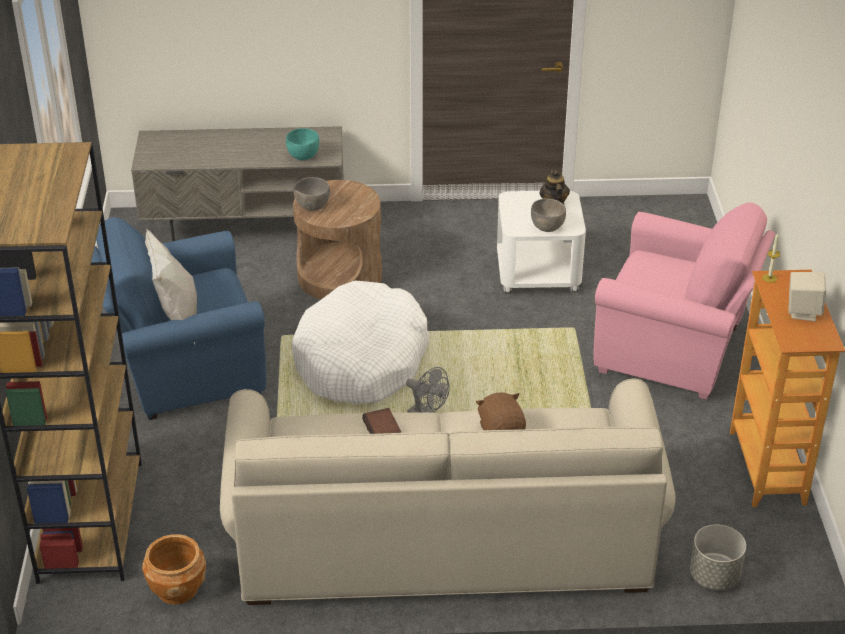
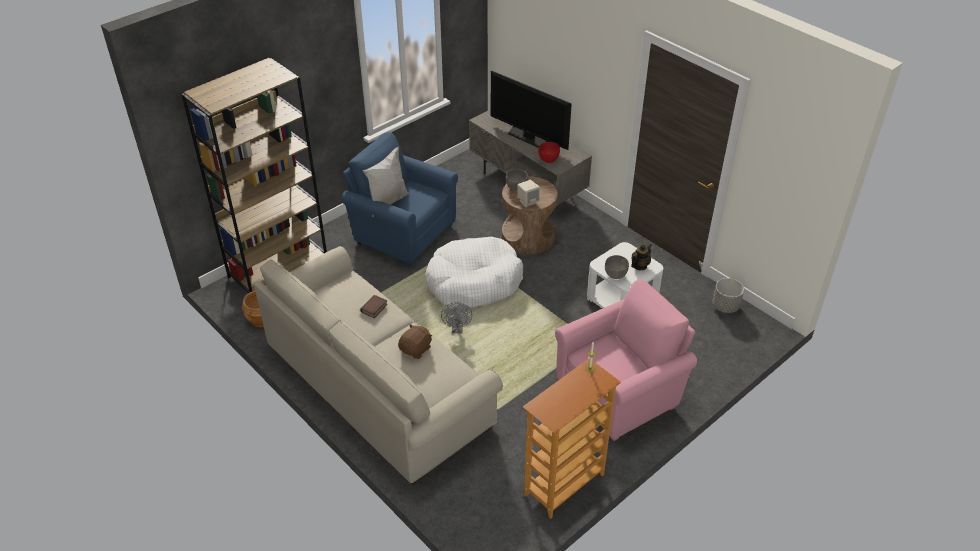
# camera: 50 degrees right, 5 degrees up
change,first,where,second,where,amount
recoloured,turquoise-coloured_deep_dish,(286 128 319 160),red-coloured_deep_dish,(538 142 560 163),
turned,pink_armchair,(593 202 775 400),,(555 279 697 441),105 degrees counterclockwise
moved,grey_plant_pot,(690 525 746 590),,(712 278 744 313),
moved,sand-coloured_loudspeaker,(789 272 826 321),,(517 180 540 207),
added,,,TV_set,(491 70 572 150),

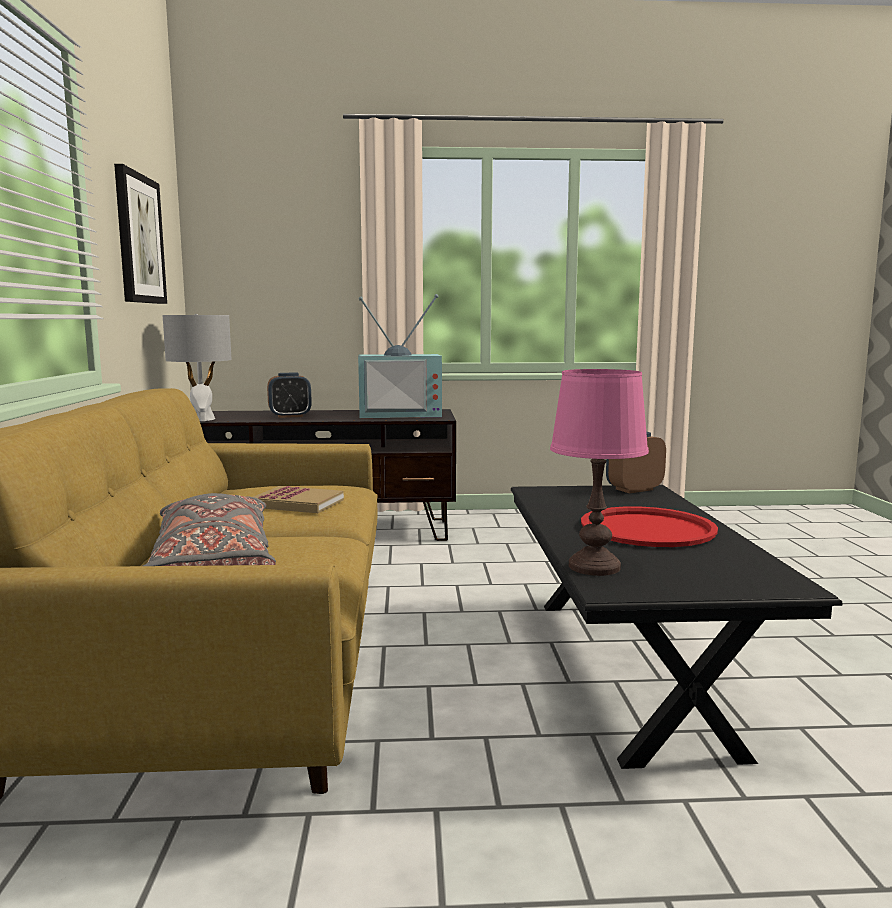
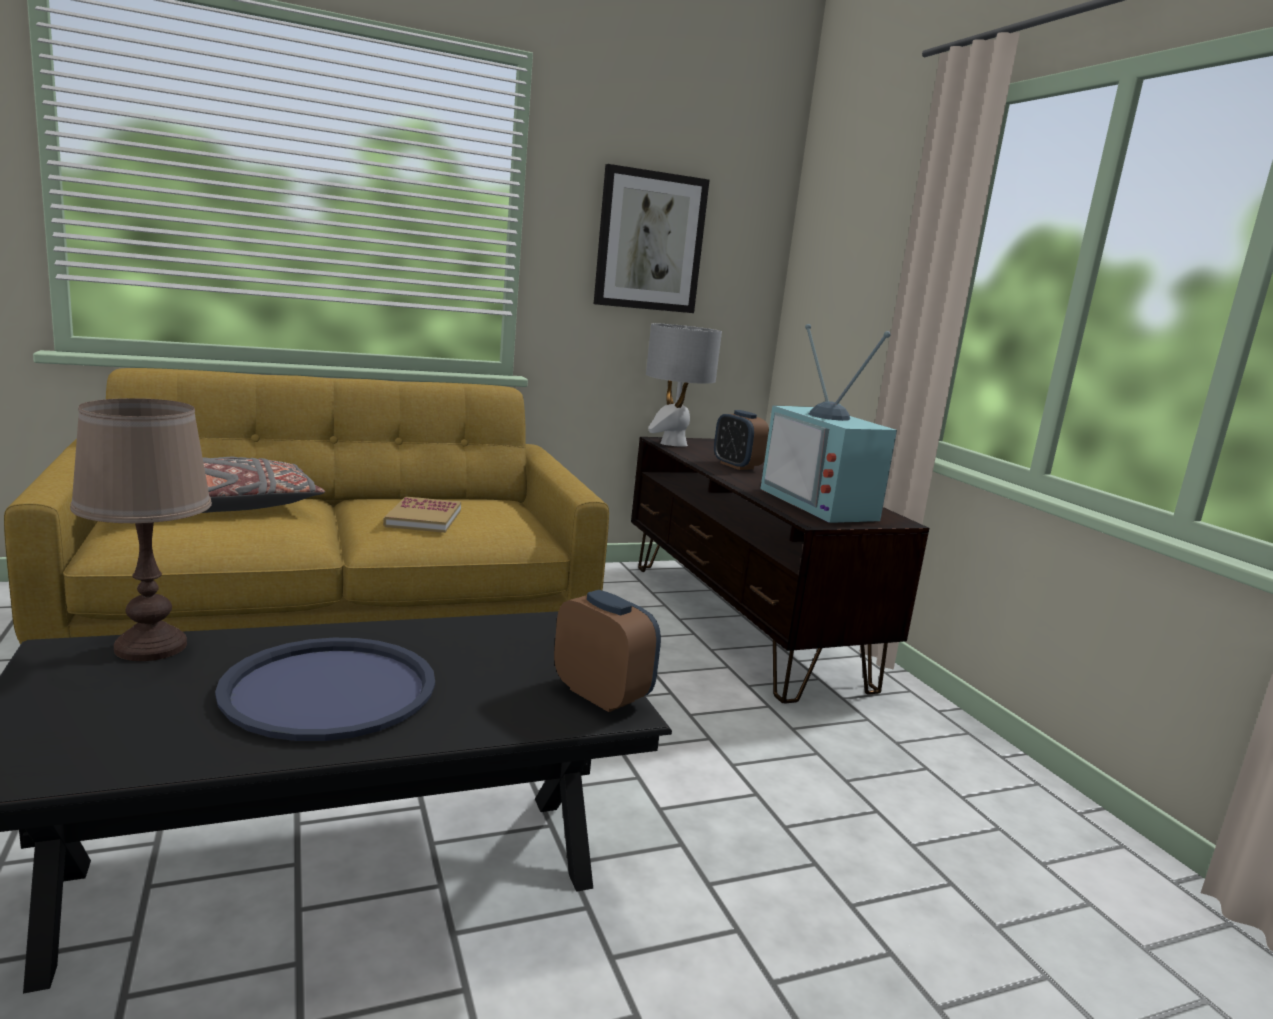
# camera: 70 degrees right, 5 degrees up
change,first,where,second,where,amount
recoloured,pink_lamp_for_a_table,(550 369 649 576),brown-coloured_lamp_for_a_table,(70 398 212 661),
recoloured,red-coloured_serving_tray,(581 506 718 547),bluish_serving_tray,(215 638 435 741),

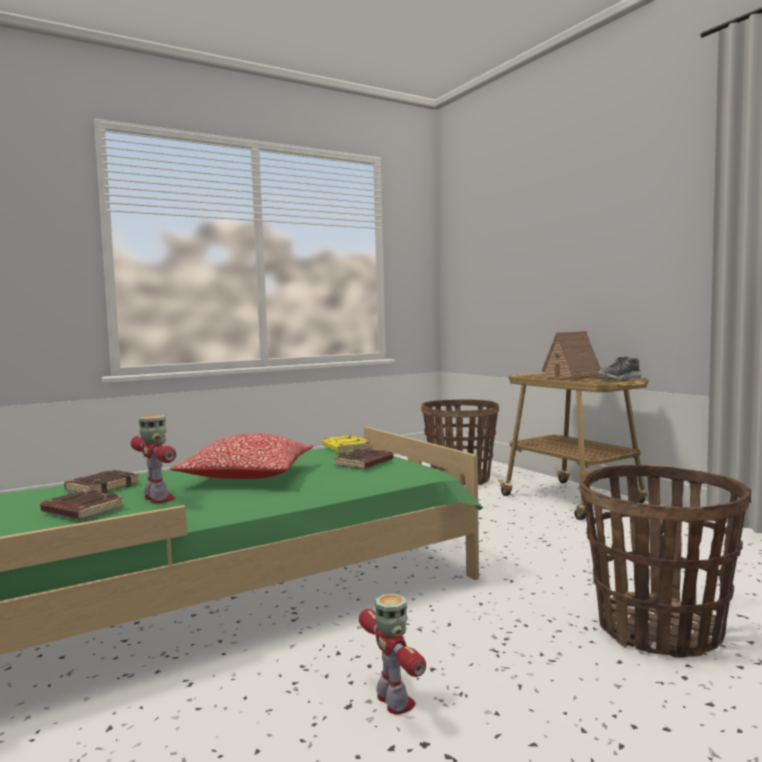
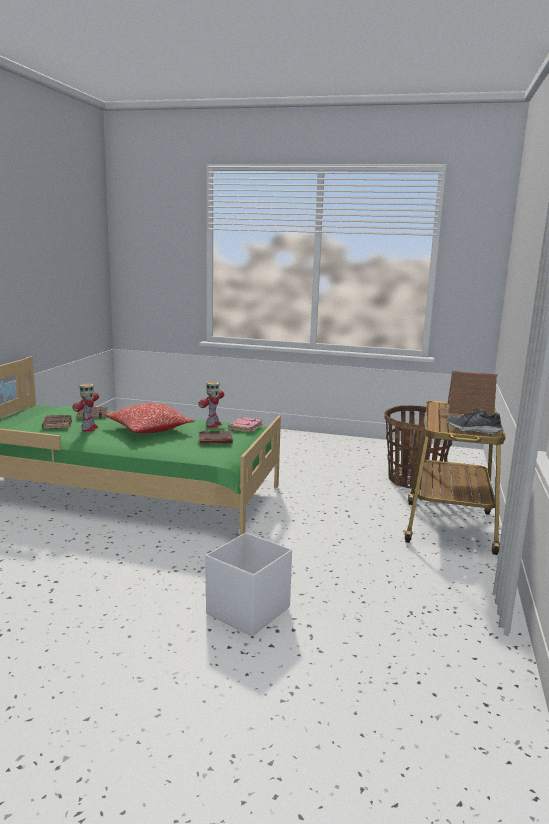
# camera: 45 degrees right, 10 degrees up
change,first,where,second,where,amount
recoloured,yellow-coloured_book,(322 435 370 453),pink_book,(228 417 262 432),
moved,robot_figure,(359 594 426 714),,(198 382 224 428),
replaced,basket,(579 465 752 658),white_storage_bin,(206 532 292 636),

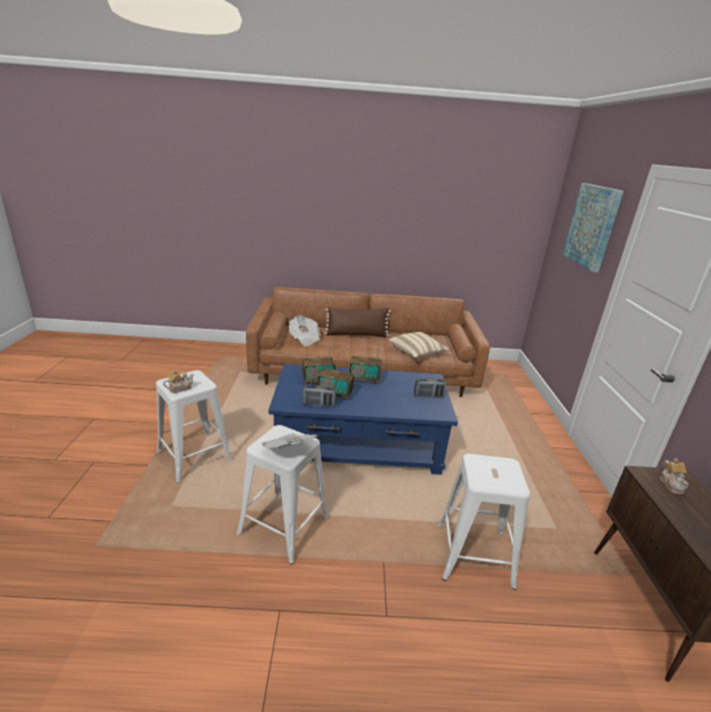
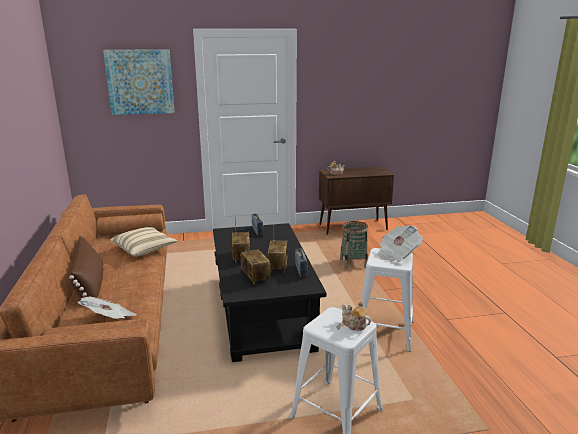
# camera: 100 degrees left, 5 degrees down
change,first,where,second,where,amount
recoloured,bluish_coffee_table,(268 364 458 475),blackish_coffee_table,(213 223 326 362),
replaced,white_stool_seat,(438 454 530 590),basket,(340 221 369 269),

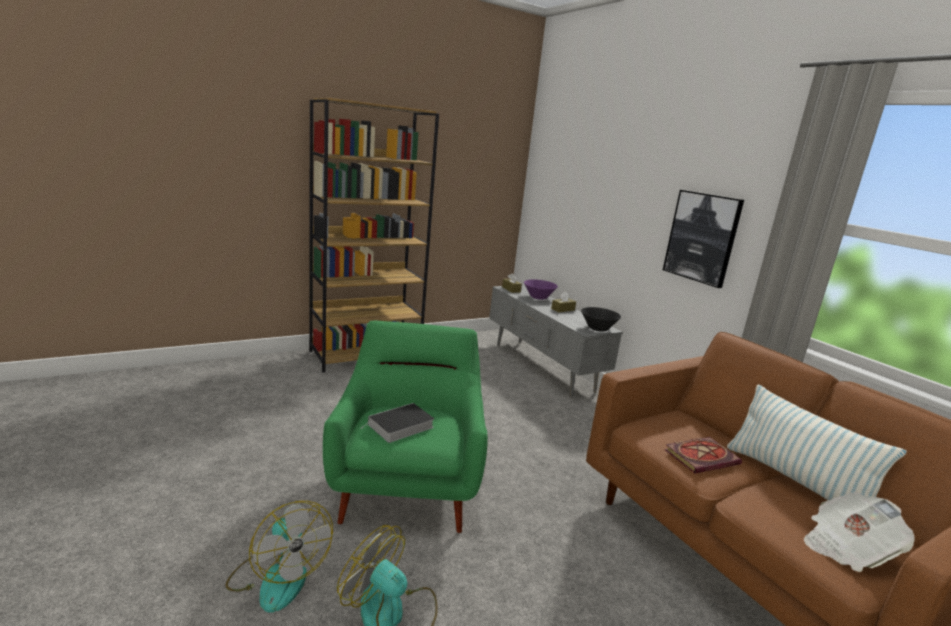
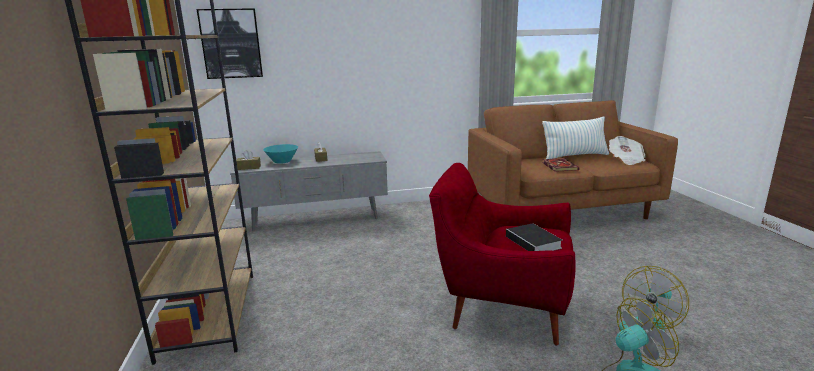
# camera: 70 degrees left, 0 degrees up
change,first,where,second,where,amount
recoloured,green-coloured_armchair,(323 321 488 533),red-coloured_armchair,(429 163 576 346),
recoloured,purple_deep_dish,(524 280 558 300),turquoise-coloured_deep_dish,(263 144 298 164),
removed,blackish_deep_dish,(581 307 621 332),,,
moved,wall_picture,(663 190 744 288),,(197 8 263 79),

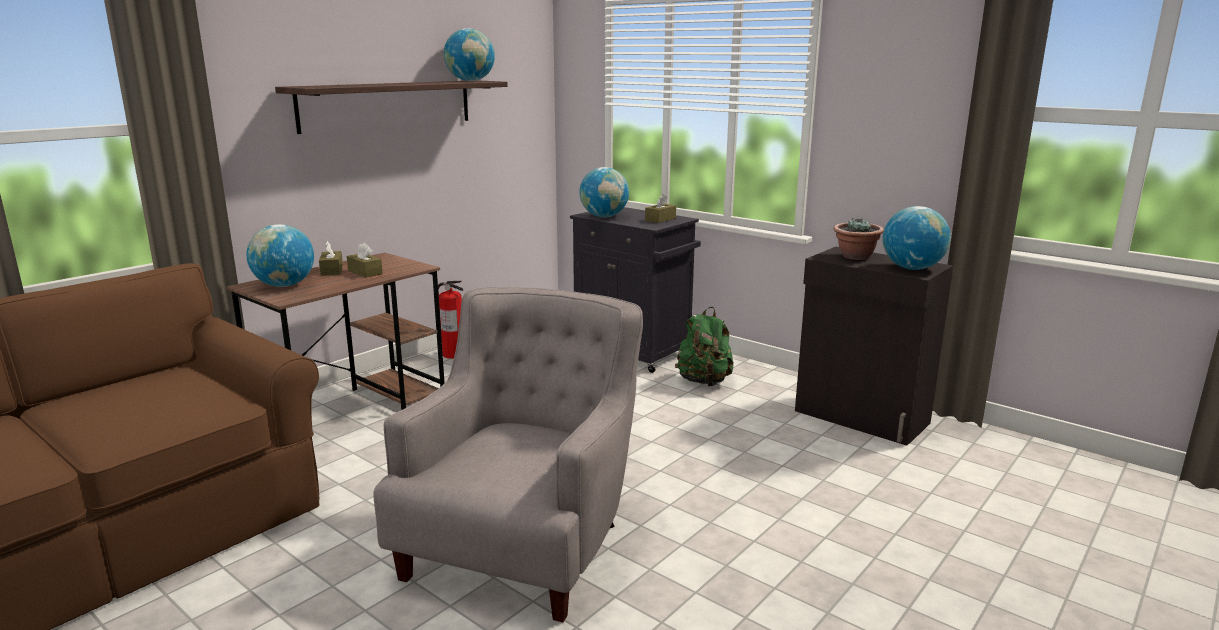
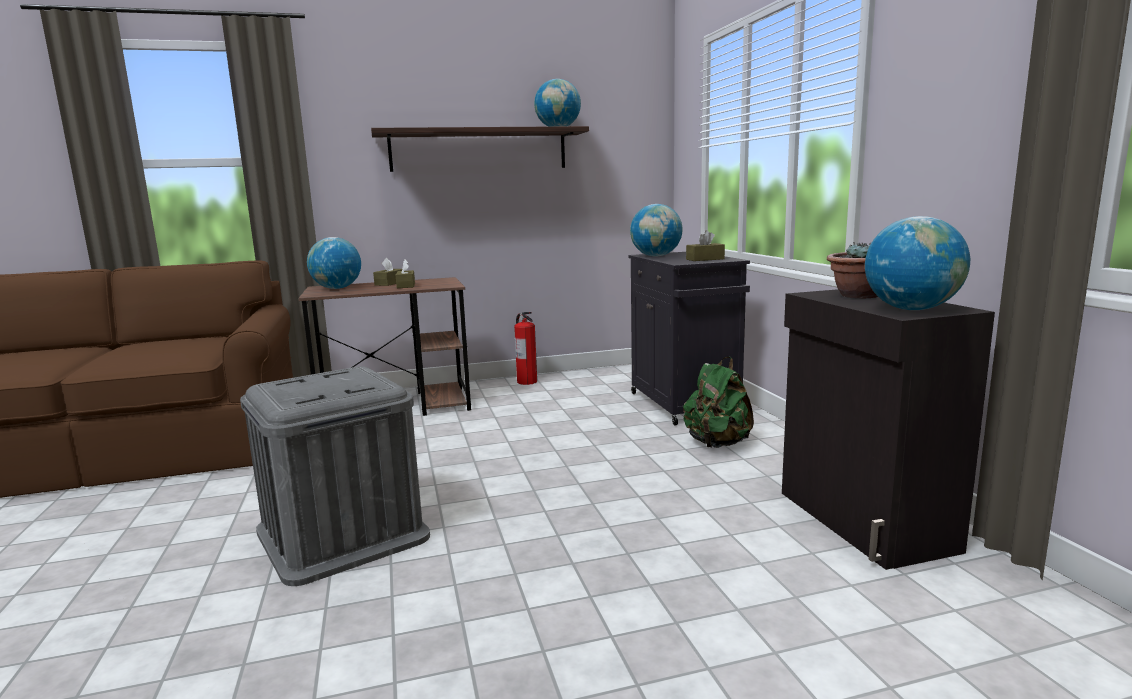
# camera: 35 degrees right, 5 degrees down
change,first,where,second,where,amount
replaced,grey_armchair,(373 287 643 622),grey_storage_bin,(240 366 430 586),

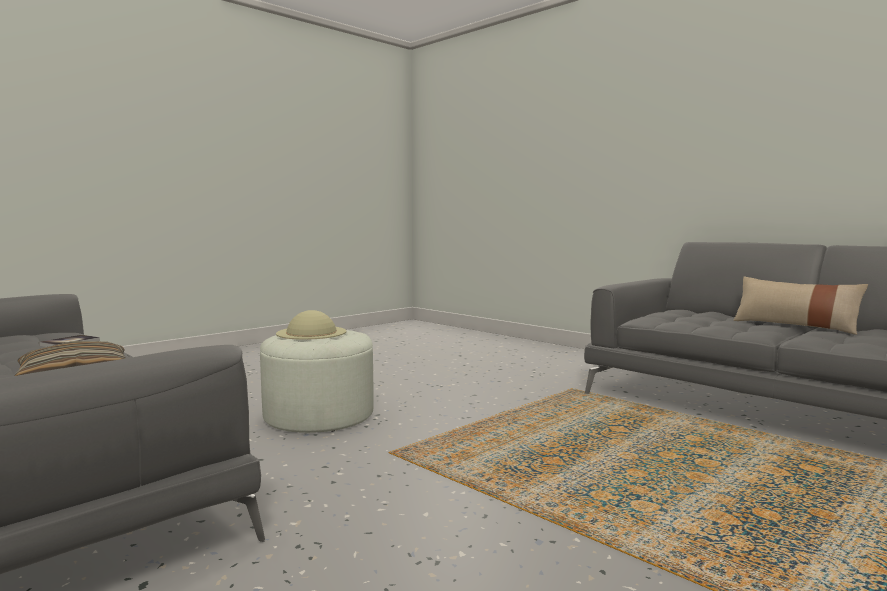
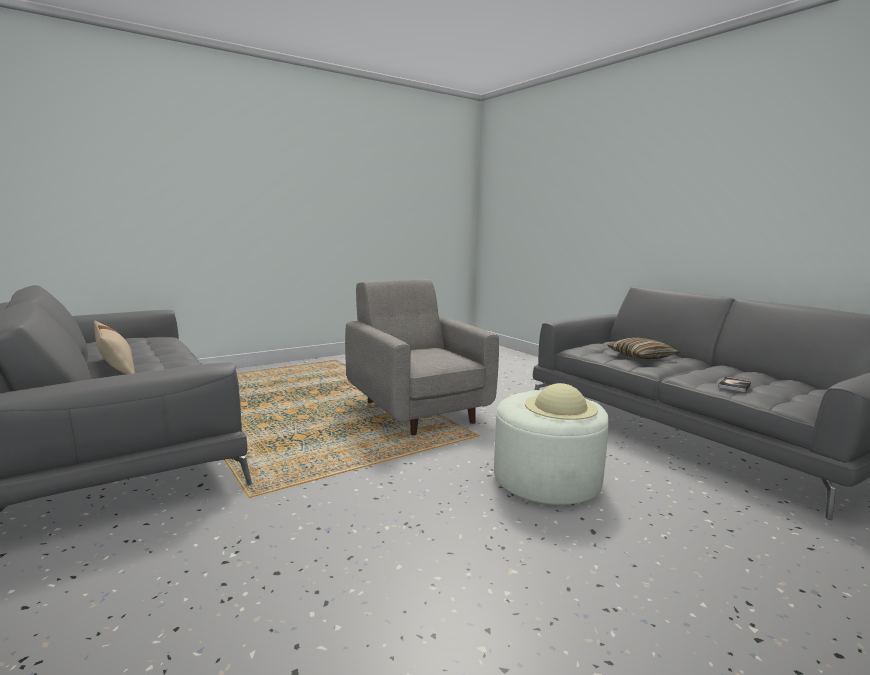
# camera: 170 degrees left, 5 degrees up
change,first,where,second,where,amount
added,,,grey_armchair,(345 279 499 435),

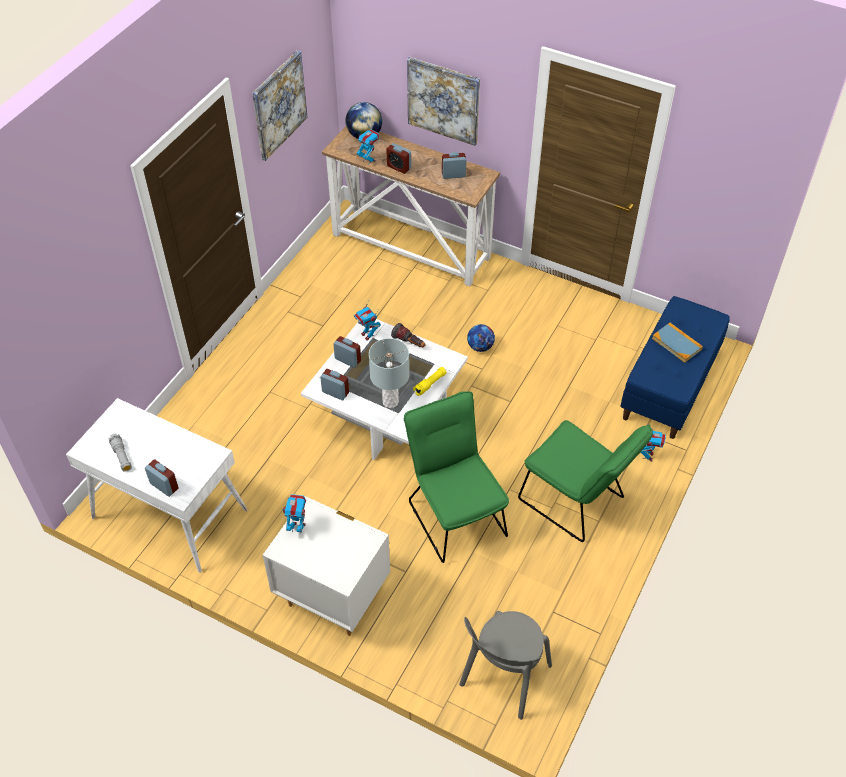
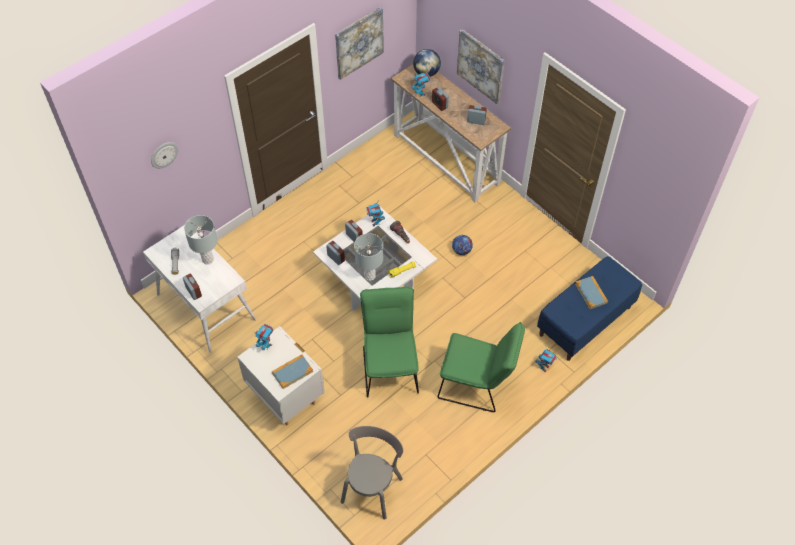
# camera: 20 degrees right, 5 degrees up
change,first,where,second,where,amount
turned,grey_chair,(459 611 552 720),,(341 426 403 520),150 degrees clockwise
turned,green-coloured_chair,(518 420 653 542),,(437 322 525 412),45 degrees counterclockwise
added,,,wall_clock,(151 142 178 169),
added,,,grey_lamp_for_a_table,(184 215 218 265),
added,,,book,(272 354 313 389),

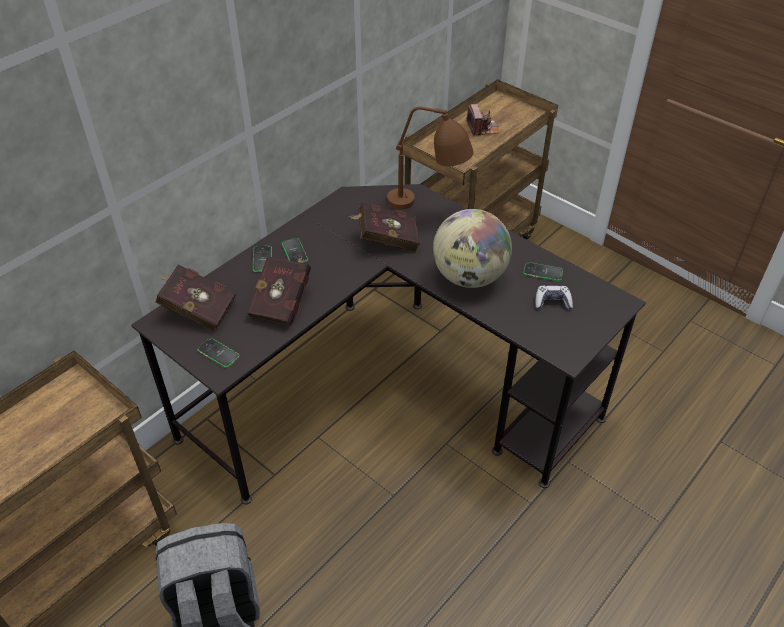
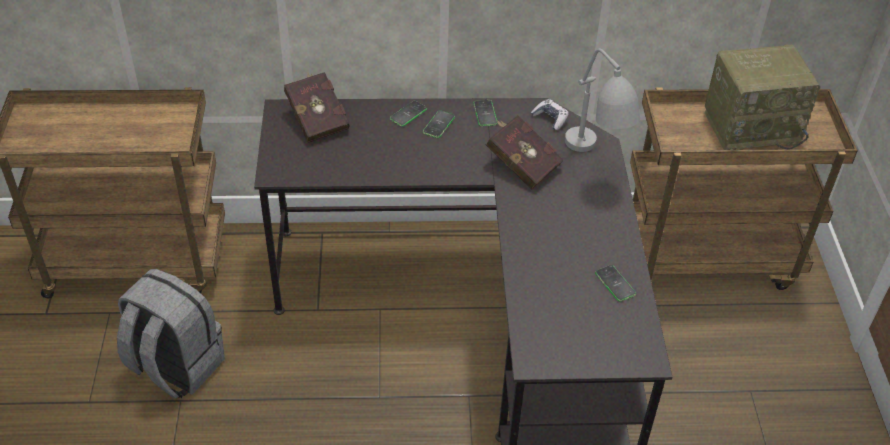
# camera: 45 degrees right, 0 degrees up
change,first,where,second,where,amount
moved,handset,(197 338 240 368),,(473 100 498 126),
removed,red-coloured_book,(246 256 311 326),,,
recoloured,brown-coloured_lamp_for_a_table,(387 106 474 210),grey_lamp_for_a_table,(565 49 640 152),
removed,world_globe,(433 209 512 288),,,
replaced,photo_camera,(467 104 499 136),radio,(704 44 821 150),
moved,game_controller,(535 286 573 309),,(531 99 569 130),

